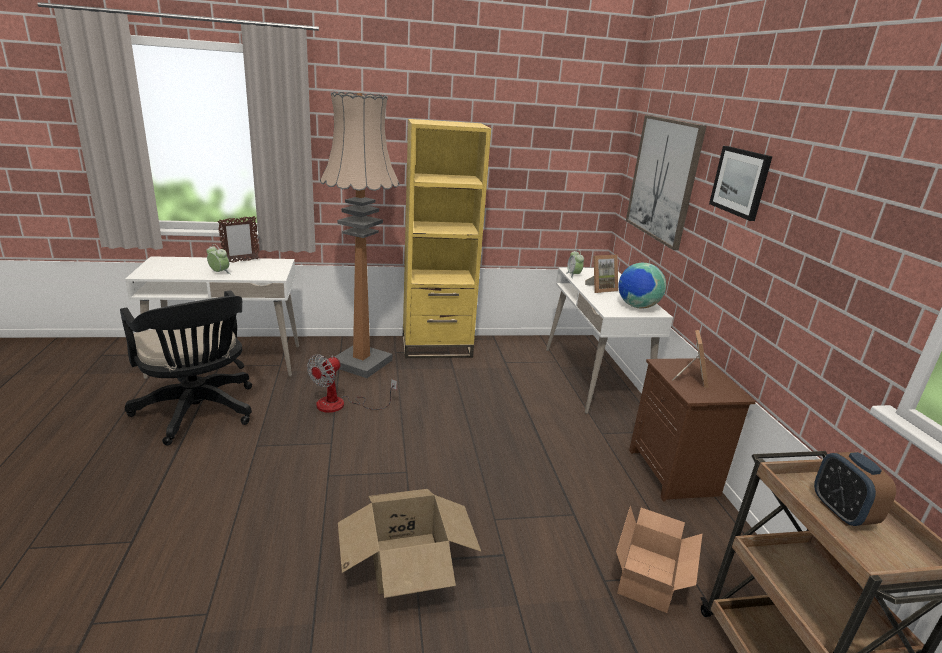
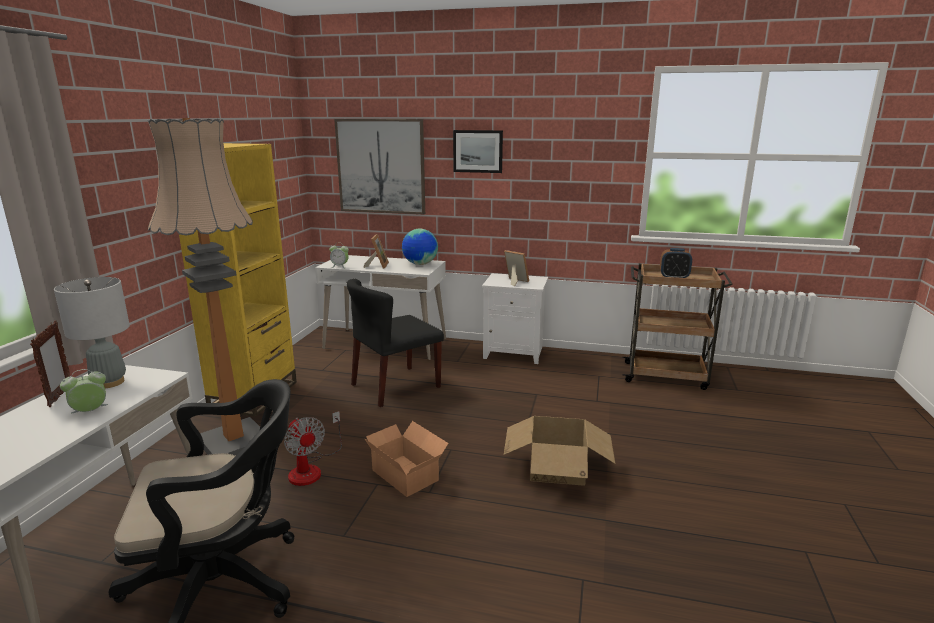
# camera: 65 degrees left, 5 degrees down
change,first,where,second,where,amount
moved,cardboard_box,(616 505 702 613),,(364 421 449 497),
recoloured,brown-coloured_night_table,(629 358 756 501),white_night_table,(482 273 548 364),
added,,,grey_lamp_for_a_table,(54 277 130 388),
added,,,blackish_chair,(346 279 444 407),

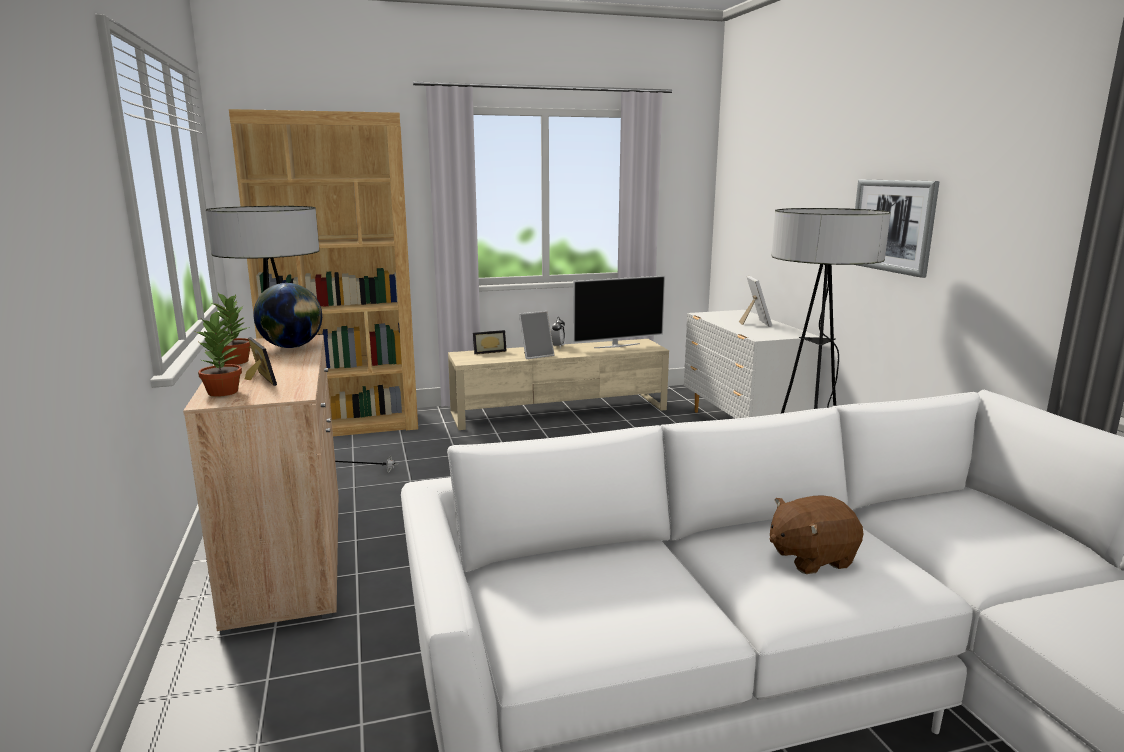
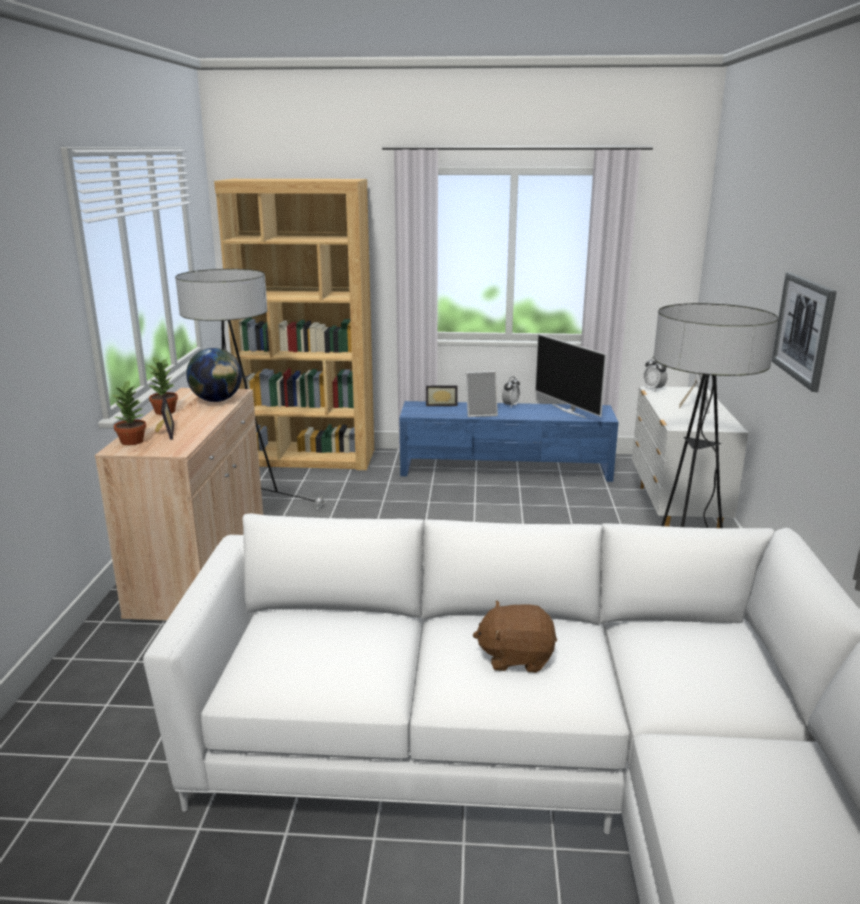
# camera: 20 degrees right, 5 degrees up
change,first,where,second,where,amount
recoloured,sand-coloured_tv_stand,(448 339 669 430),bluish_tv_stand,(400 401 619 482),
turned,TV_set,(573 276 665 348),,(535 334 607 418),60 degrees clockwise
added,,,bedside_clock,(643 358 668 392),

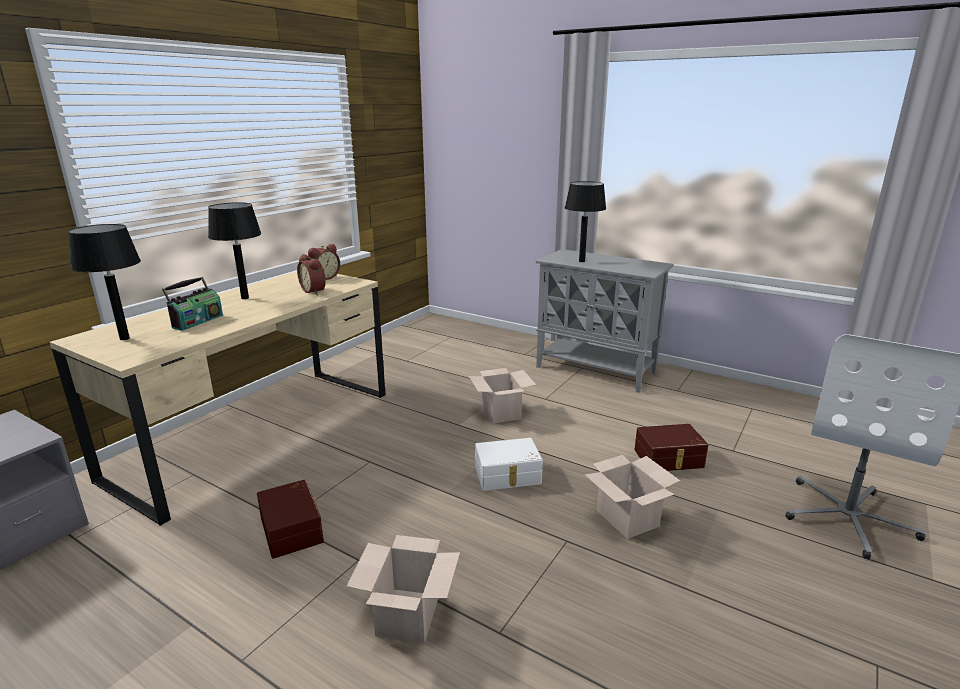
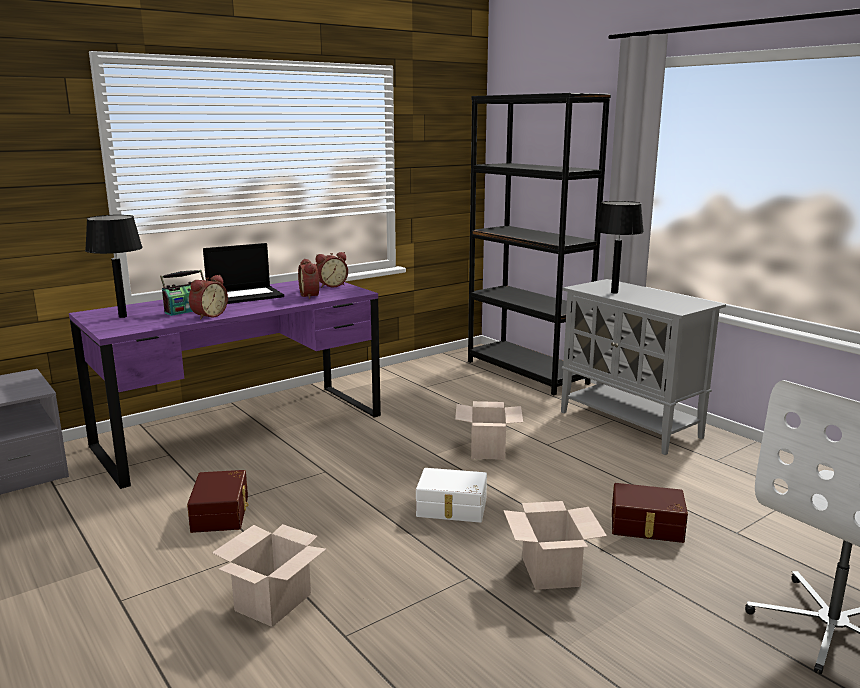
# camera: 20 degrees right, 5 degrees down
change,first,where,second,where,amount
recoloured,sand-coloured_desk_table,(50 272 386 526),purple_desk_table,(69 280 381 489),
replaced,blackish_lamp_for_a_table,(208 202 261 299),portable_computer,(203 243 284 304),
added,,,bedside_clock,(189 275 228 320),
added,,,blackish_bookcase,(468 93 611 396),

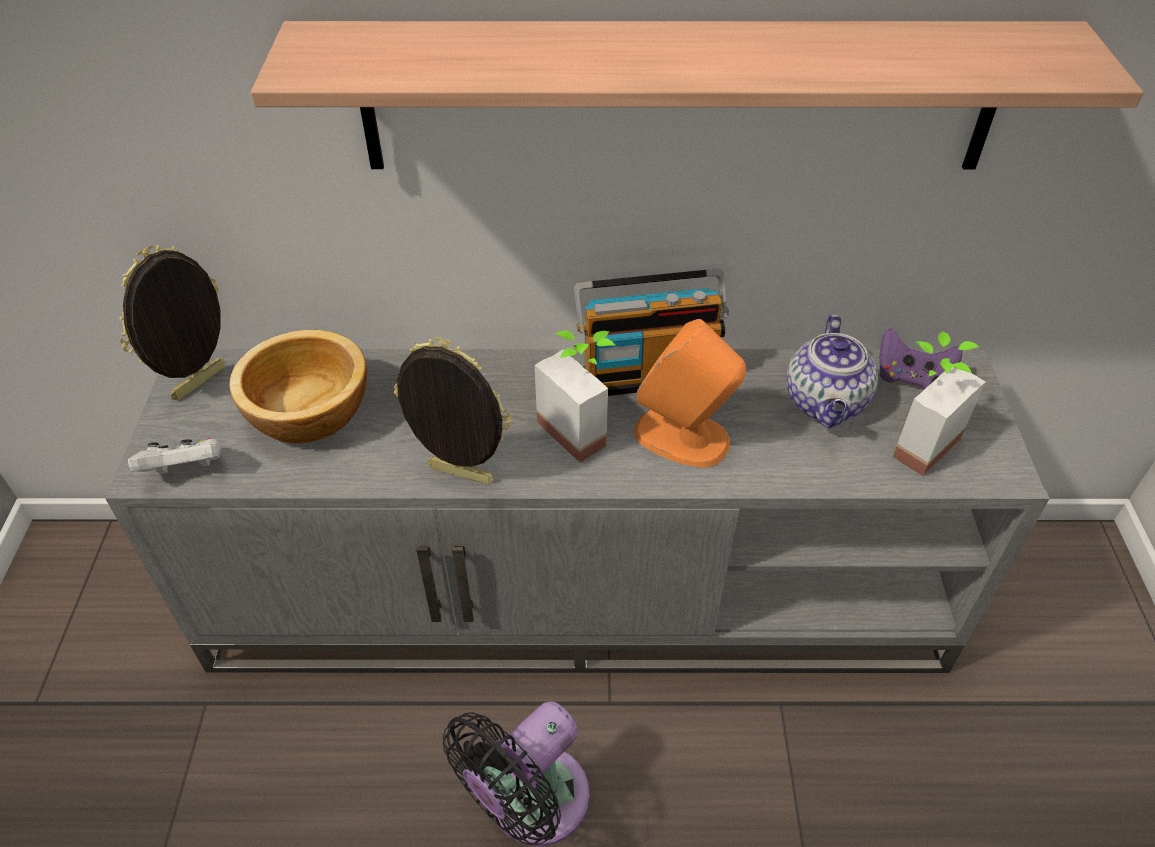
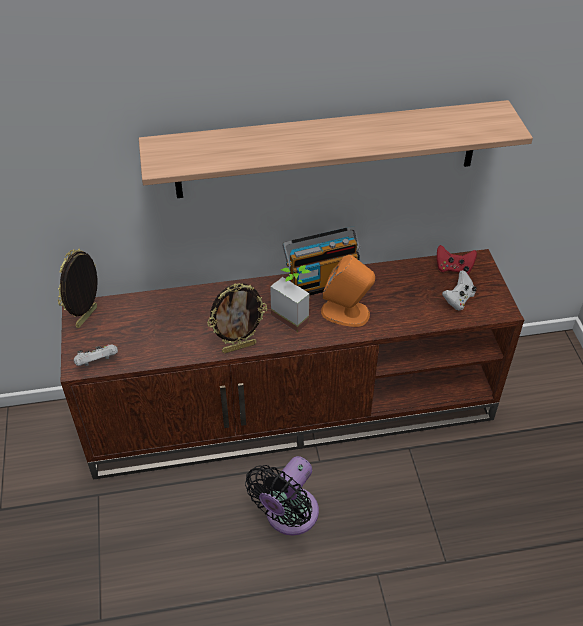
# camera: 10 degrees left, 0 degrees up
change,first,where,second,where,amount
recoloured,grey_tv_stand,(105 349 1049 673),brown-coloured_tv_stand,(61 249 524 480),
removed,deep_dish,(230 330 367 443),,,
turned,standing_frame,(394 337 512 484),,(207 283 267 353),150 degrees clockwise
removed,pot_for_tea,(787 314 878 428),,,
recoloured,purple_game_controller,(879 328 963 389),red-coloured_game_controller,(437 245 477 275),
replaced,houseplant,(893 331 985 476),white_game_controller,(442 270 477 311),

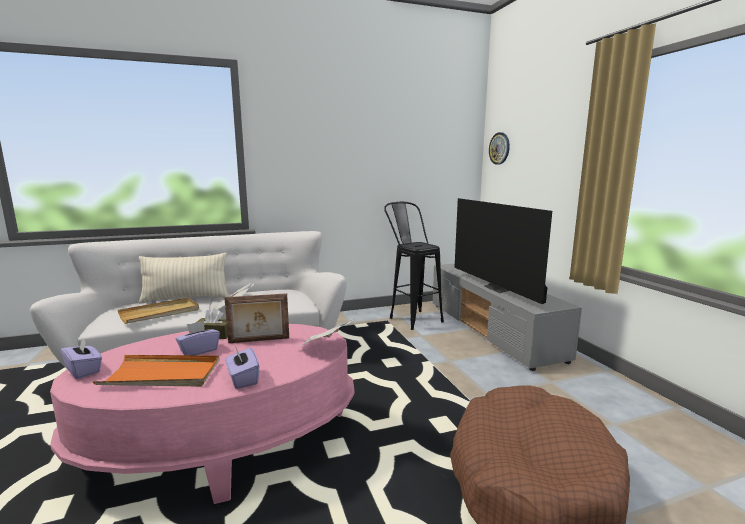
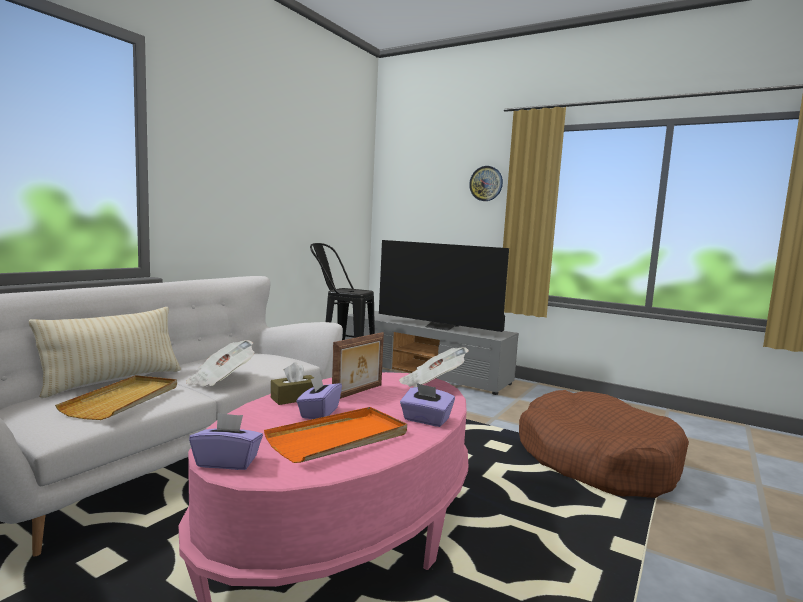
# camera: 40 degrees left, 5 degrees down
change,first,where,second,where,amount
moved,wall_clock,(489 132 510 165),,(469 166 503 201),

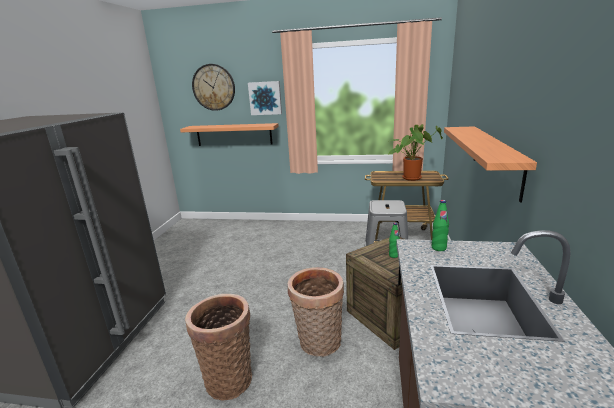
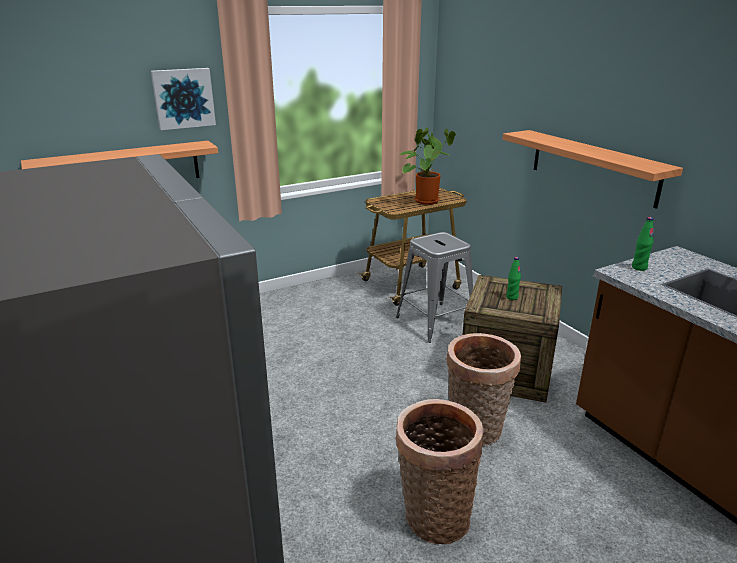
# camera: 40 degrees left, 5 degrees up
change,first,where,second,where,amount
removed,wall_clock,(192 64 235 111),,,

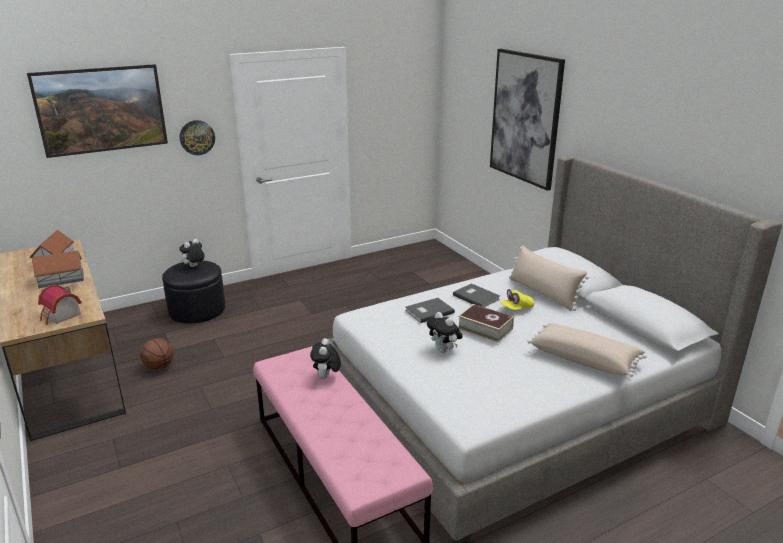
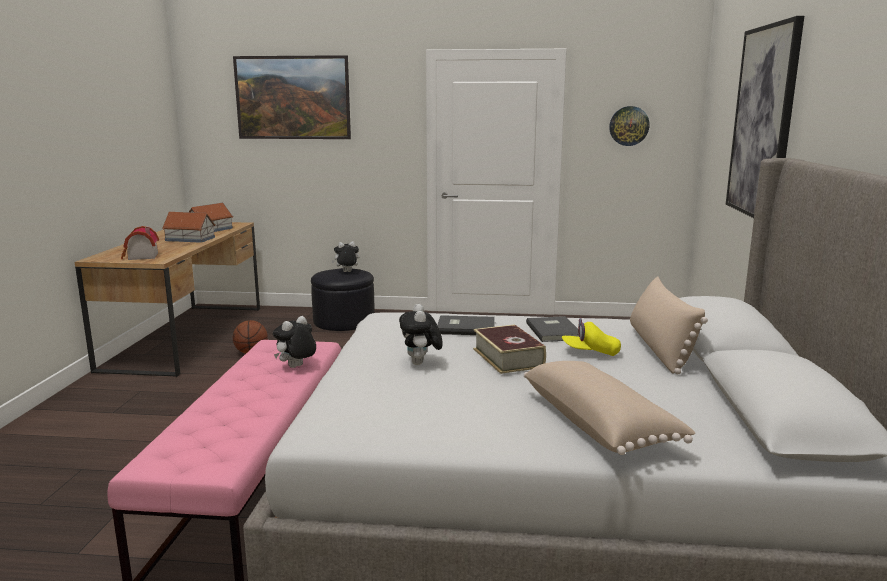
# camera: 35 degrees right, 10 degrees down
change,first,where,second,where,amount
moved,wall_clock,(180 120 215 155),,(609 106 650 146),

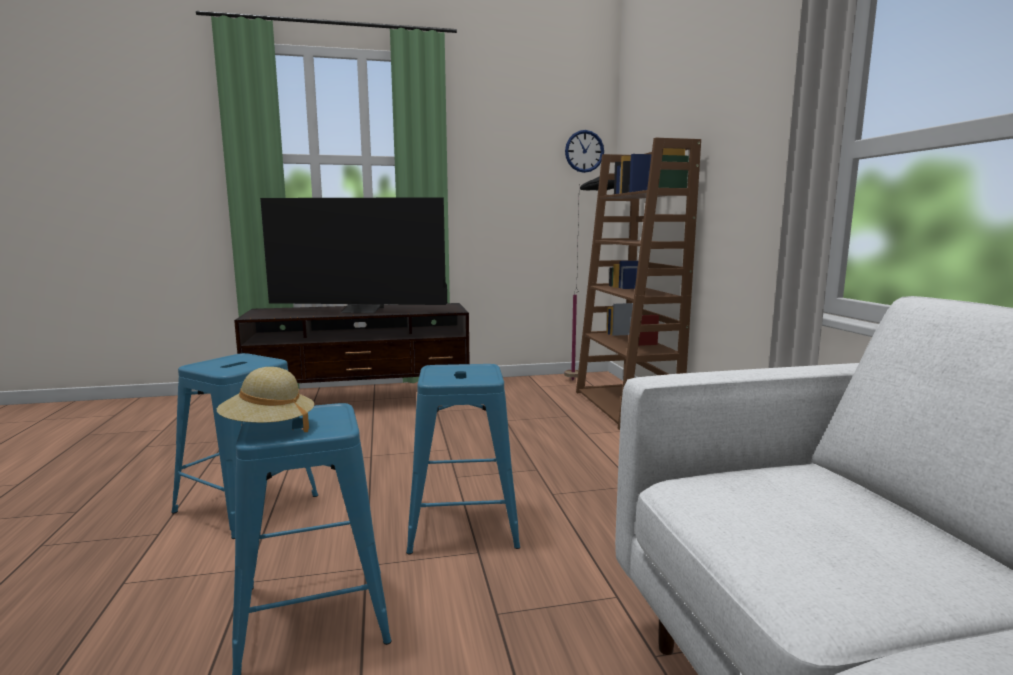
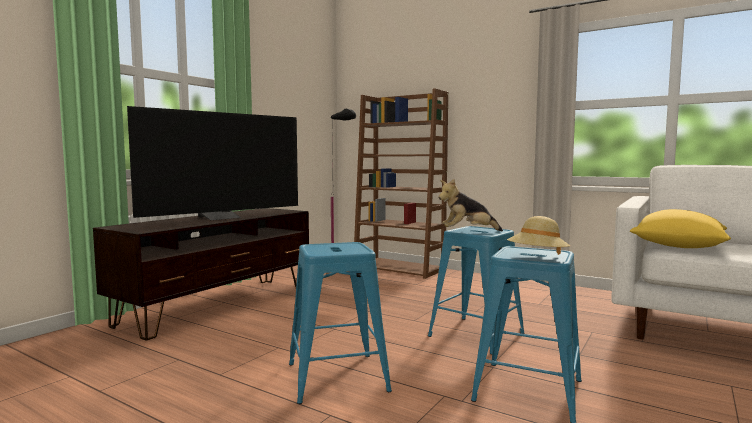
# camera: 45 degrees left, 5 degrees down
change,first,where,second,where,amount
removed,wall_clock,(565 130 604 173),,,
added,,,cuddly_toy,(438 179 503 231),
added,,,yellow-coloured_throw_pillow,(630 209 731 248),

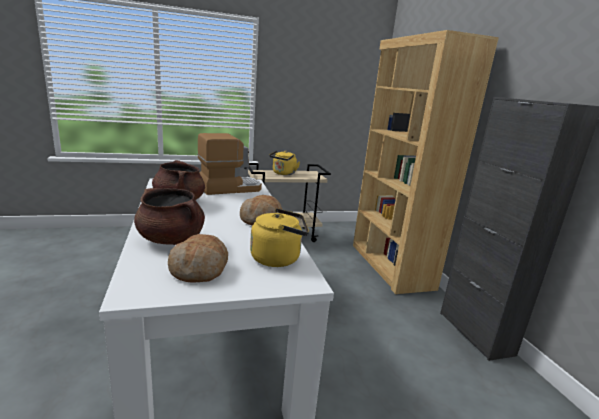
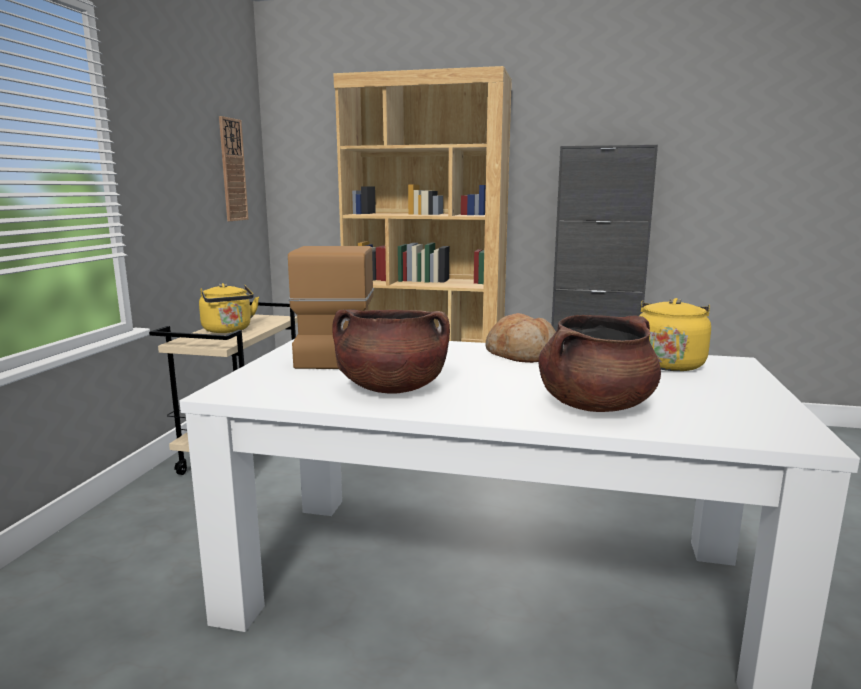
# camera: 60 degrees left, 5 degrees down
change,first,where,second,where,amount
removed,bread,(168 234 228 283),,,
added,,,wall_clock,(219 116 249 221),

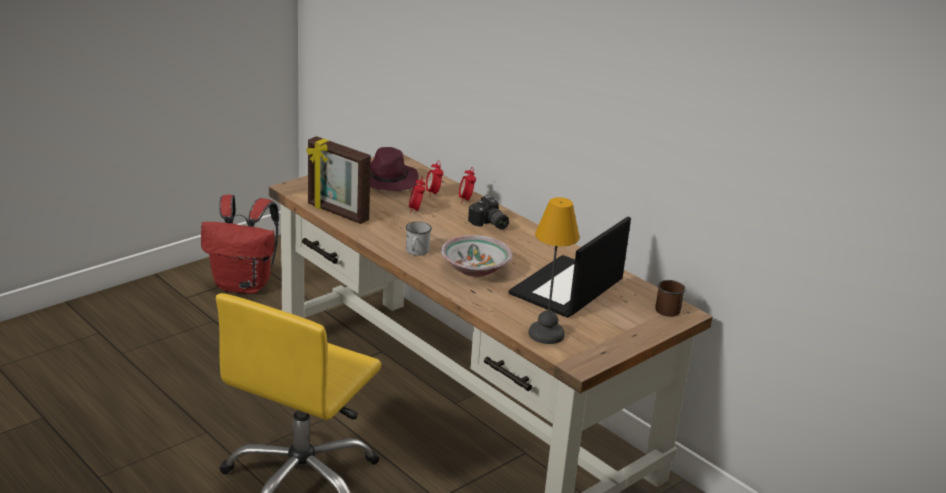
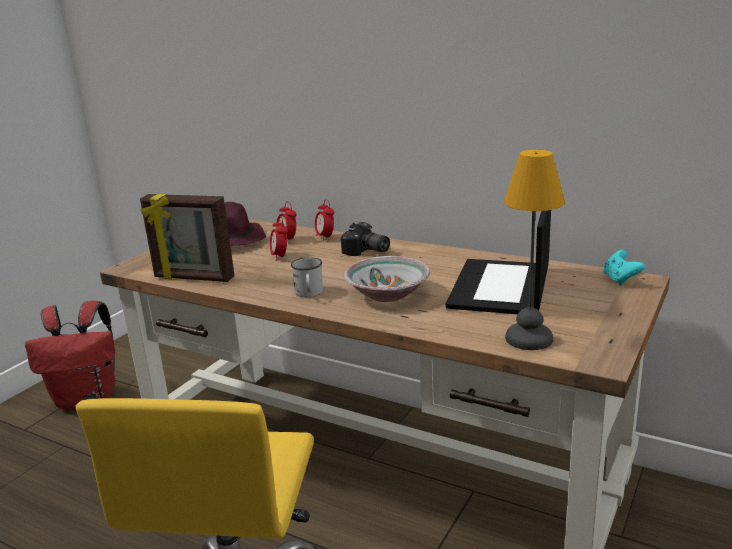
# camera: 15 degrees left, 5 degrees down
change,first,where,second,where,amount
replaced,brown-coloured_coffee_mug,(655 280 686 317),turquoise-coloured_game_controller,(603 250 645 286),

